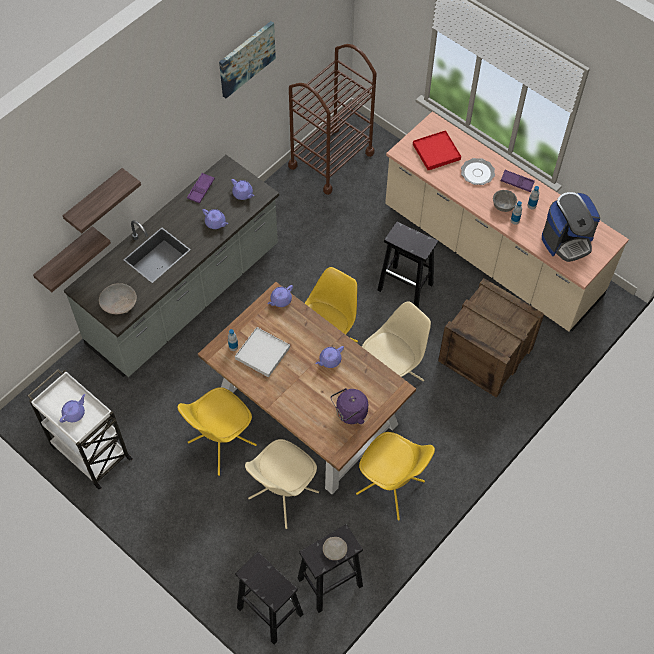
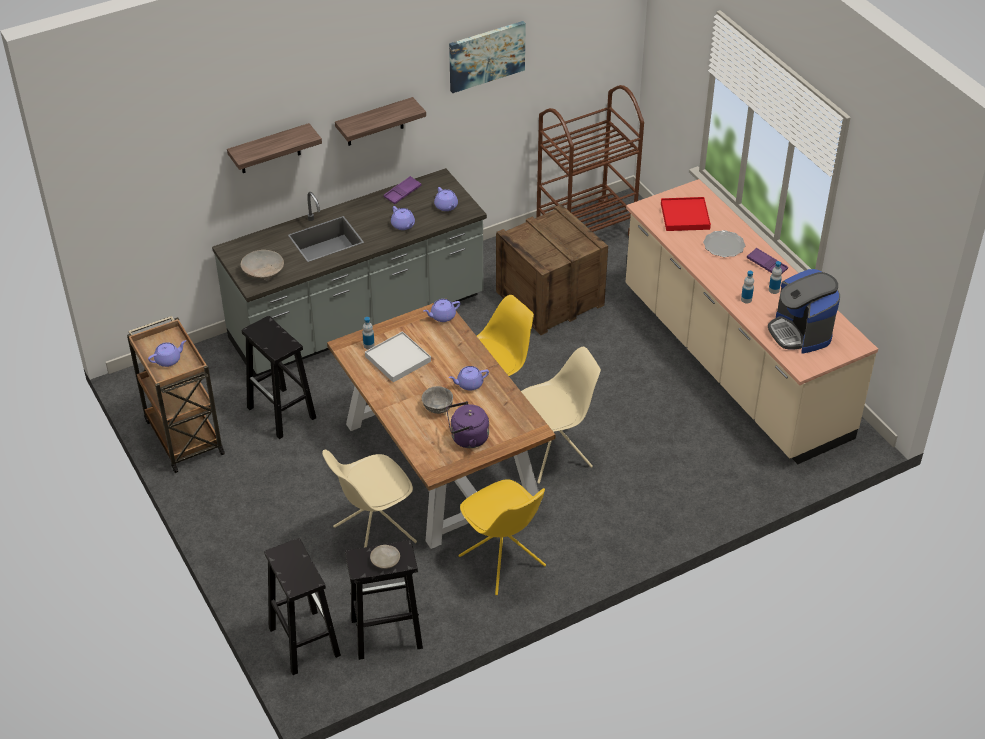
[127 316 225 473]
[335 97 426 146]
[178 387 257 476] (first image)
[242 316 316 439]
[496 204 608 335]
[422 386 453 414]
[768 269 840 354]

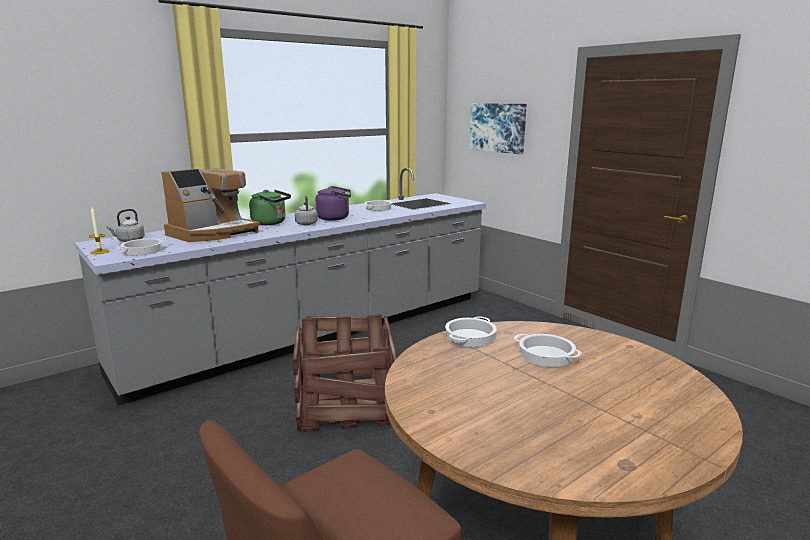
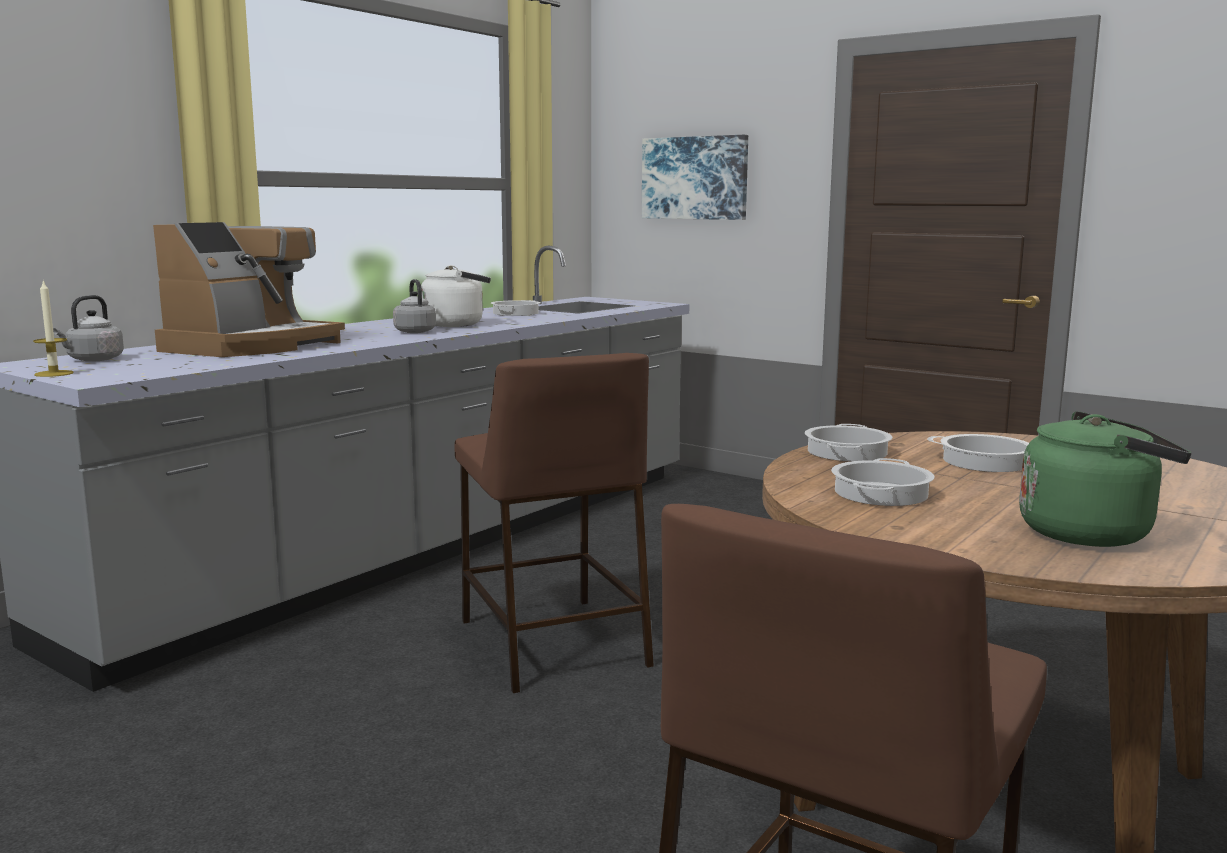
[831 458 934 506]
[1019 411 1191 547]
[455 353 654 693]
[421 265 491 327]

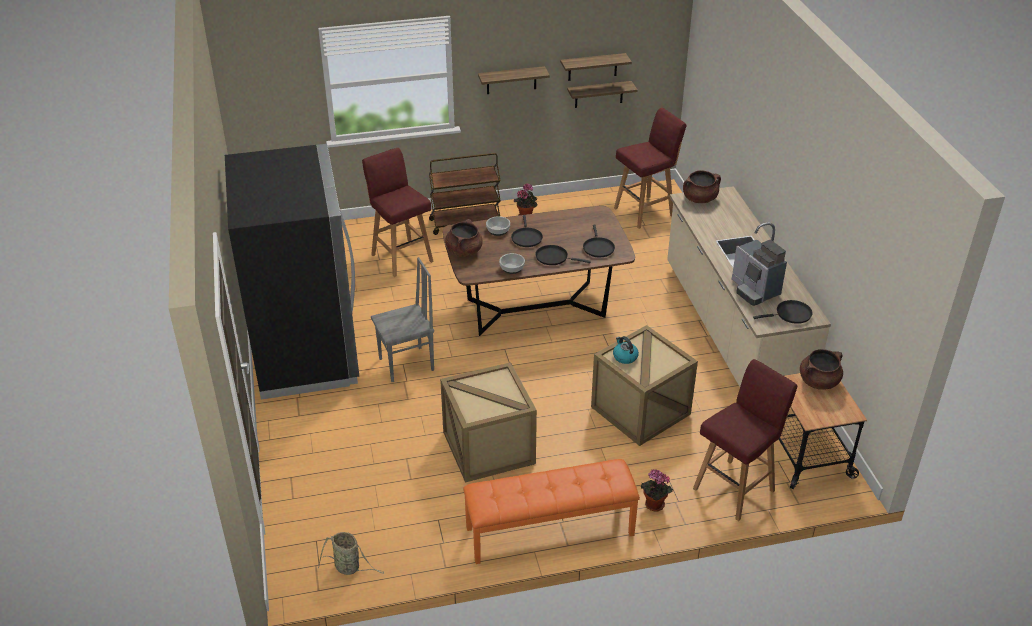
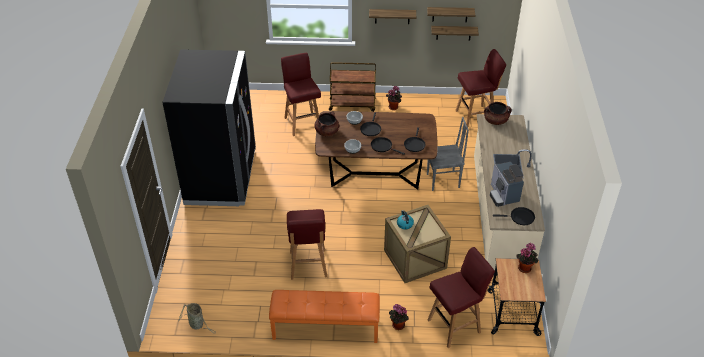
[427 117 469 191]
[287 209 327 280]
[517 243 538 273]

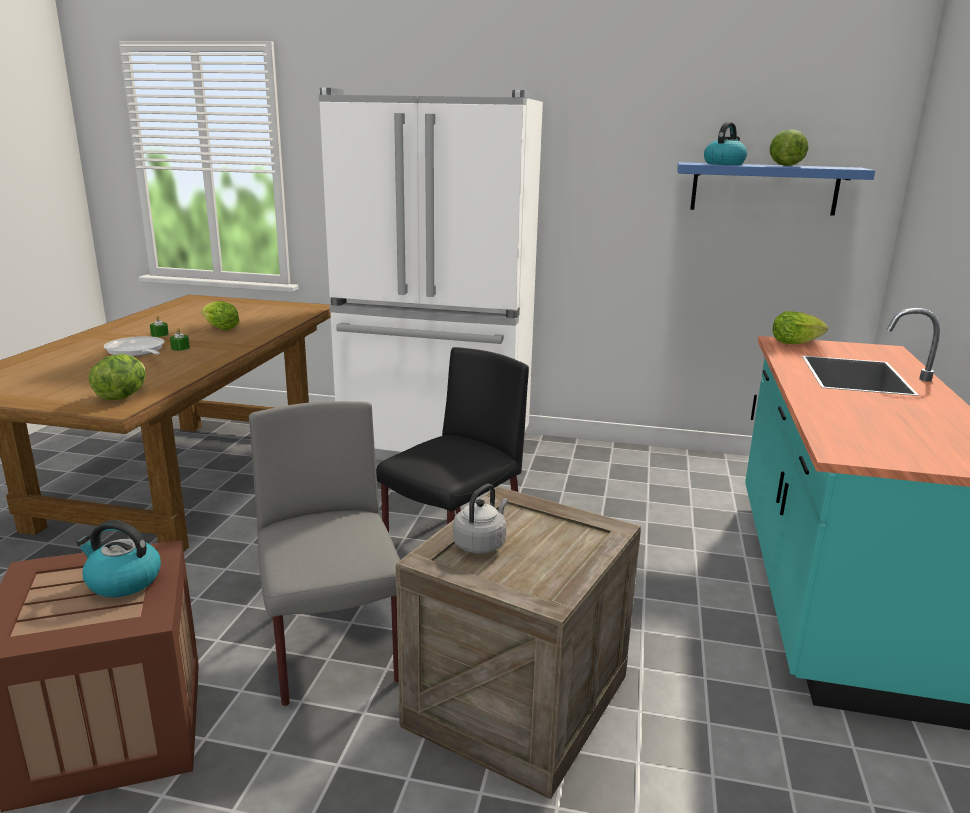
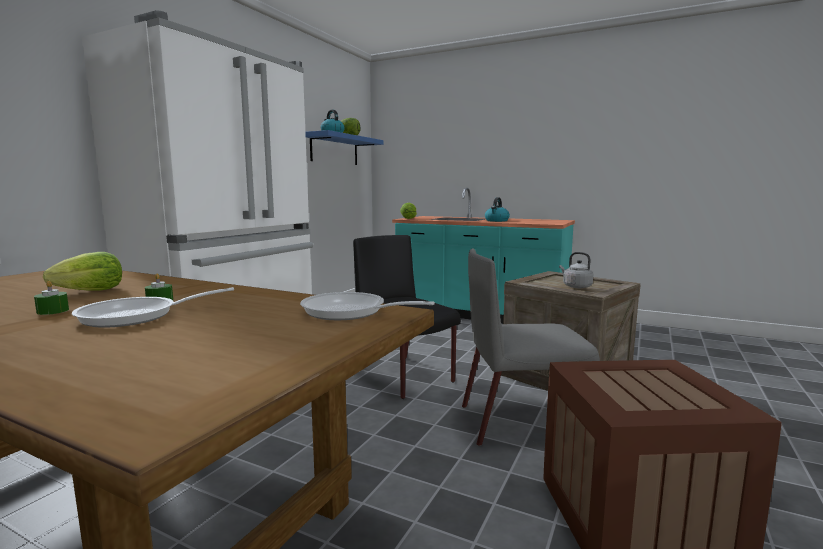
[485 197 510 222]
[300 292 435 320]

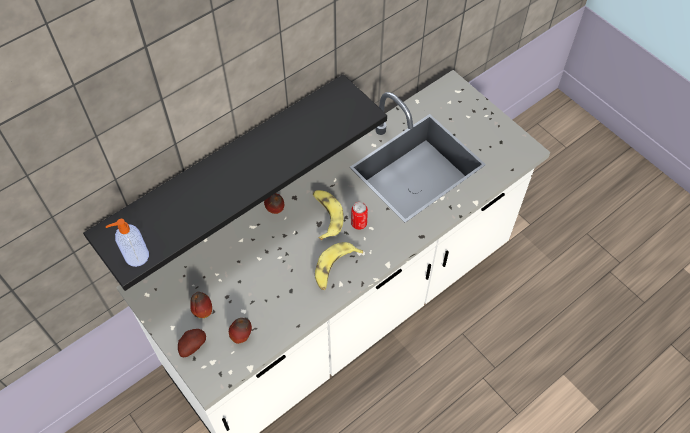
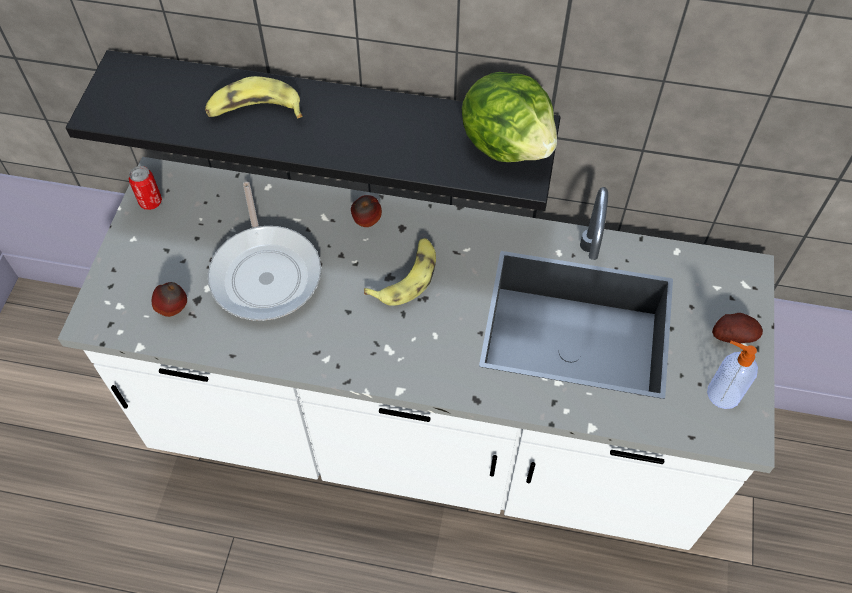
[707 341 758 409]
[712 313 763 343]
[190 292 212 318] (first image)
[205 76 302 119]
[129 166 162 210]
[208 182 321 321]
[461 72 557 162]

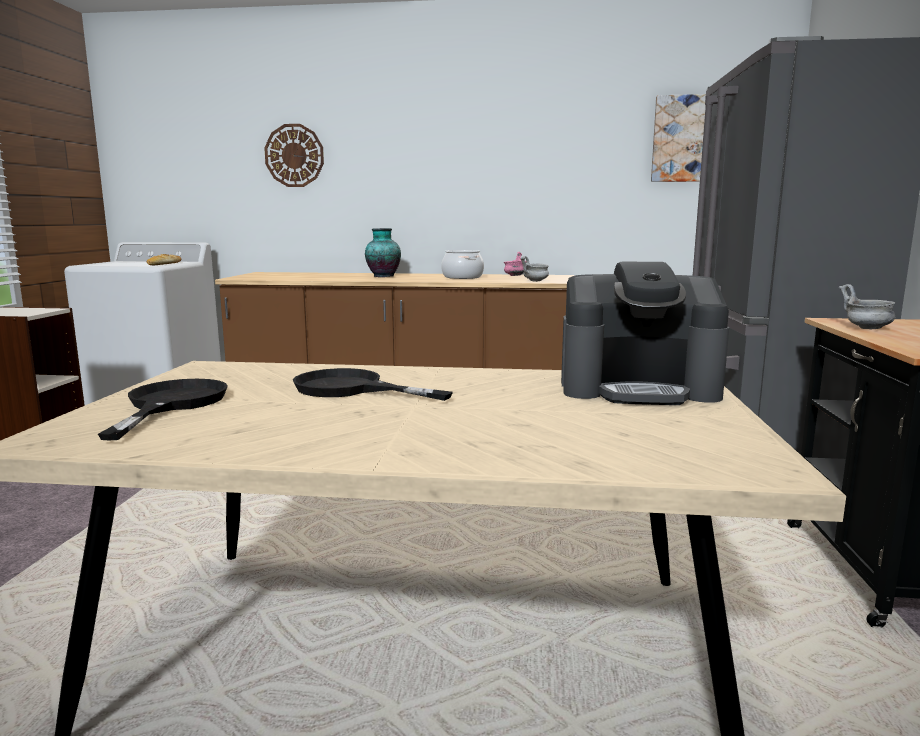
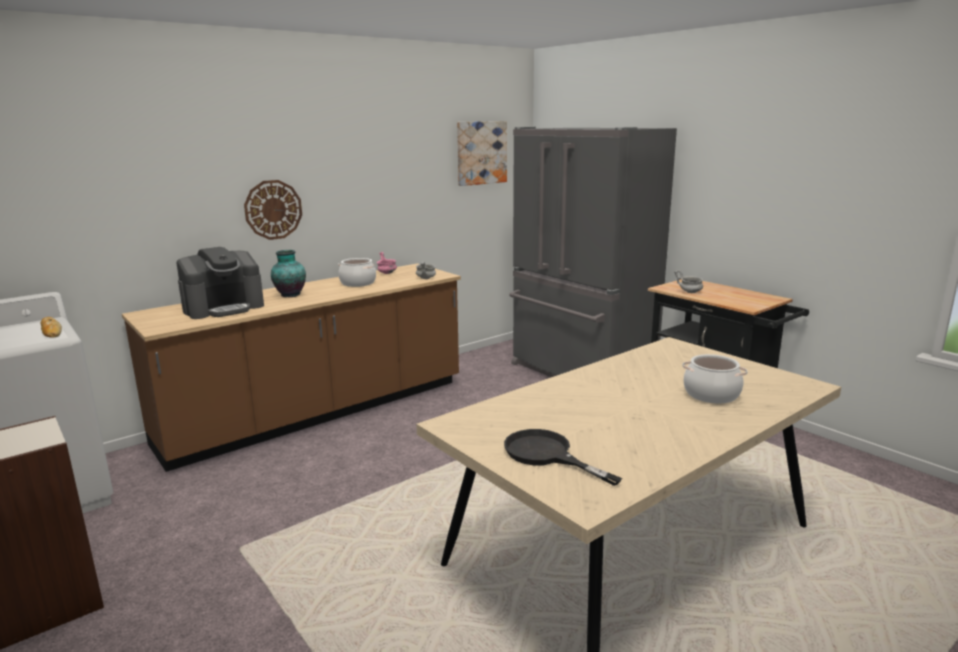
[244 180 302 240]
[293 368 453 401] (first image)
[176 247 264 319]
[682 354 747 404]

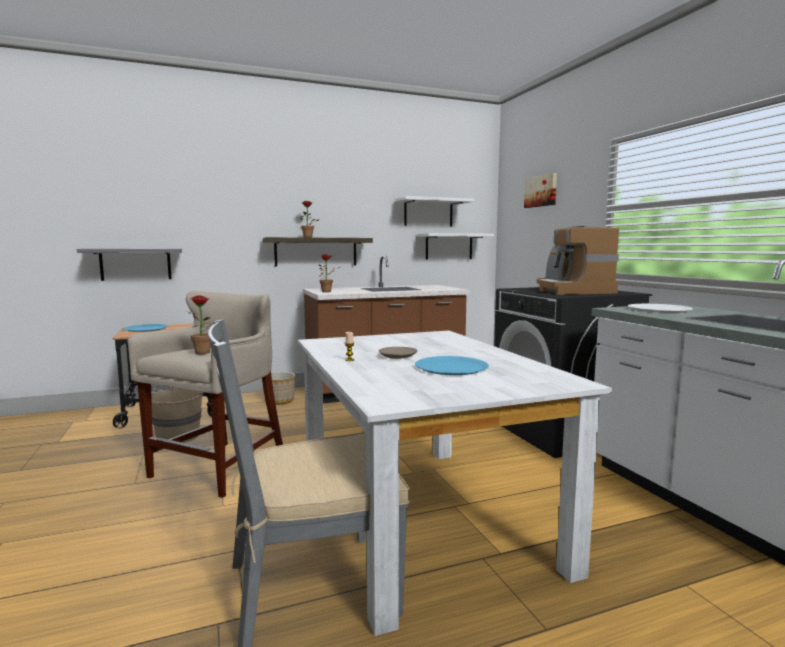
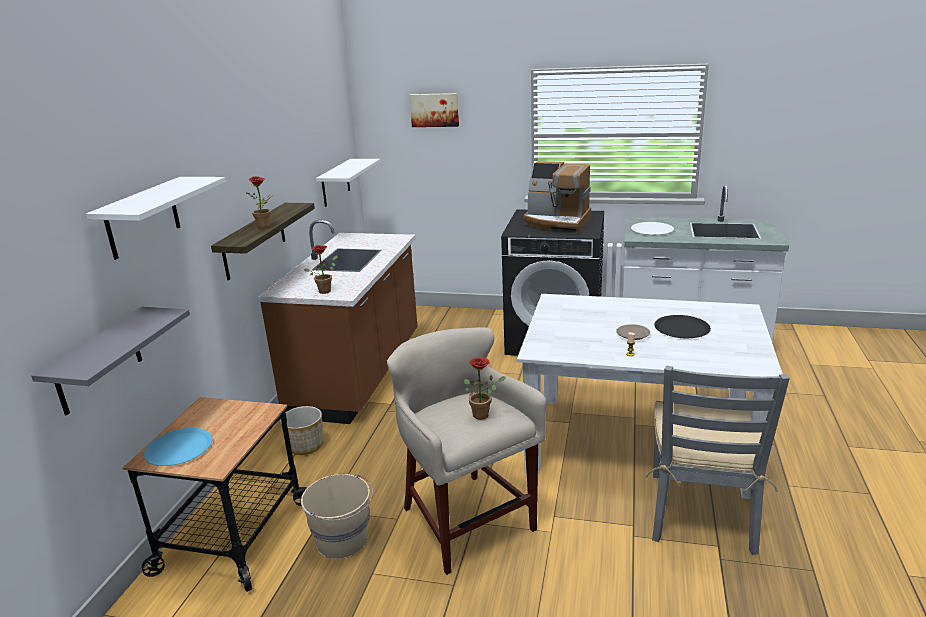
[86 177 226 260]
[654 315 711 338]

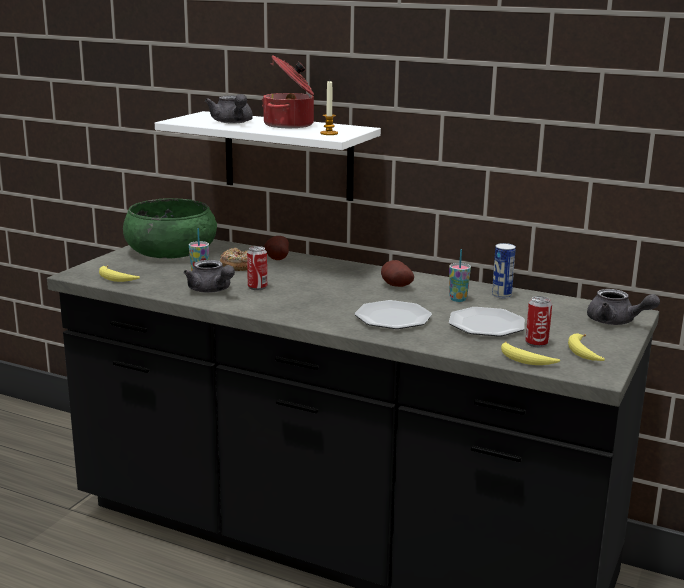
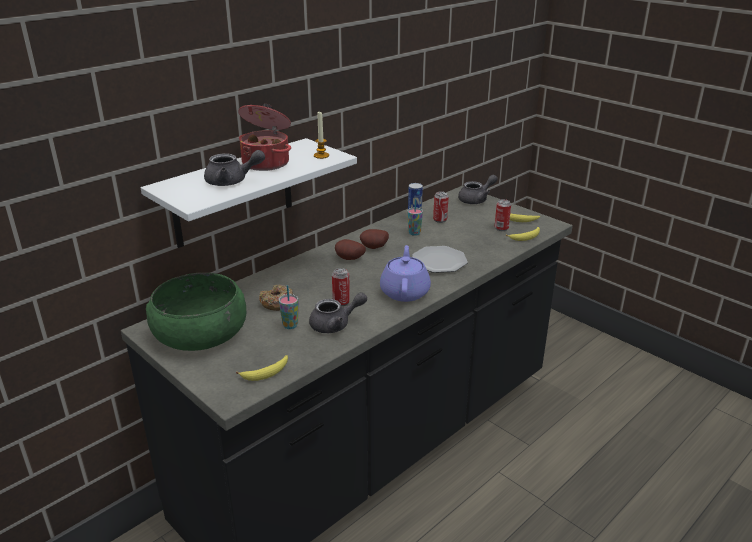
[335 239 366 260]
[449 307 525 337] (first image)
[380 245 431 302]
[433 191 449 223]

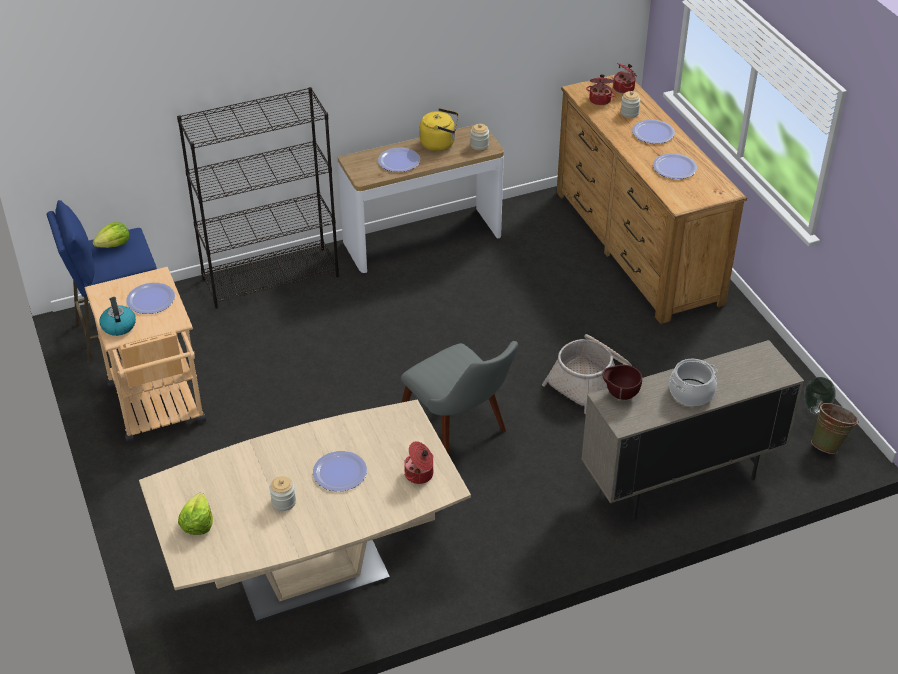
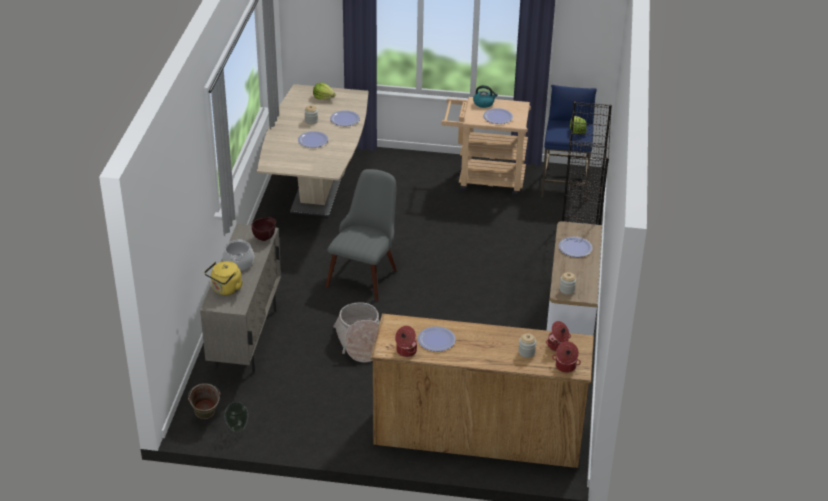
[326 169 397 301]
[395 326 417 357]
[204 261 243 295]
[330 110 360 126]

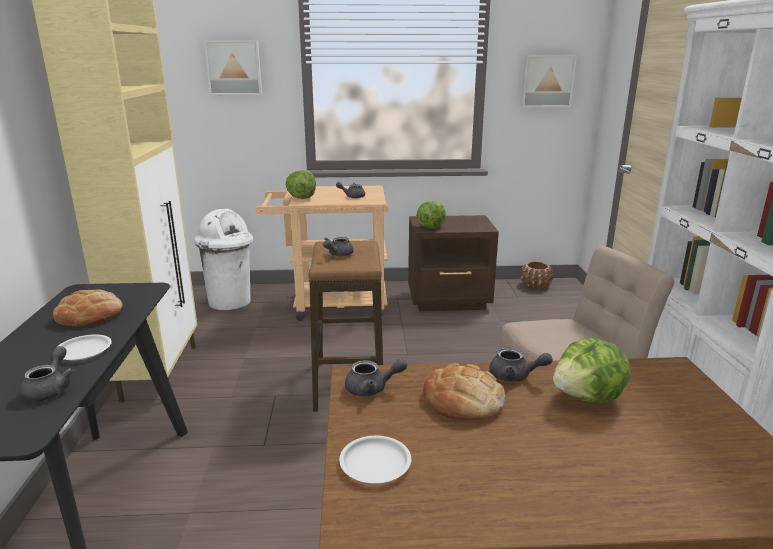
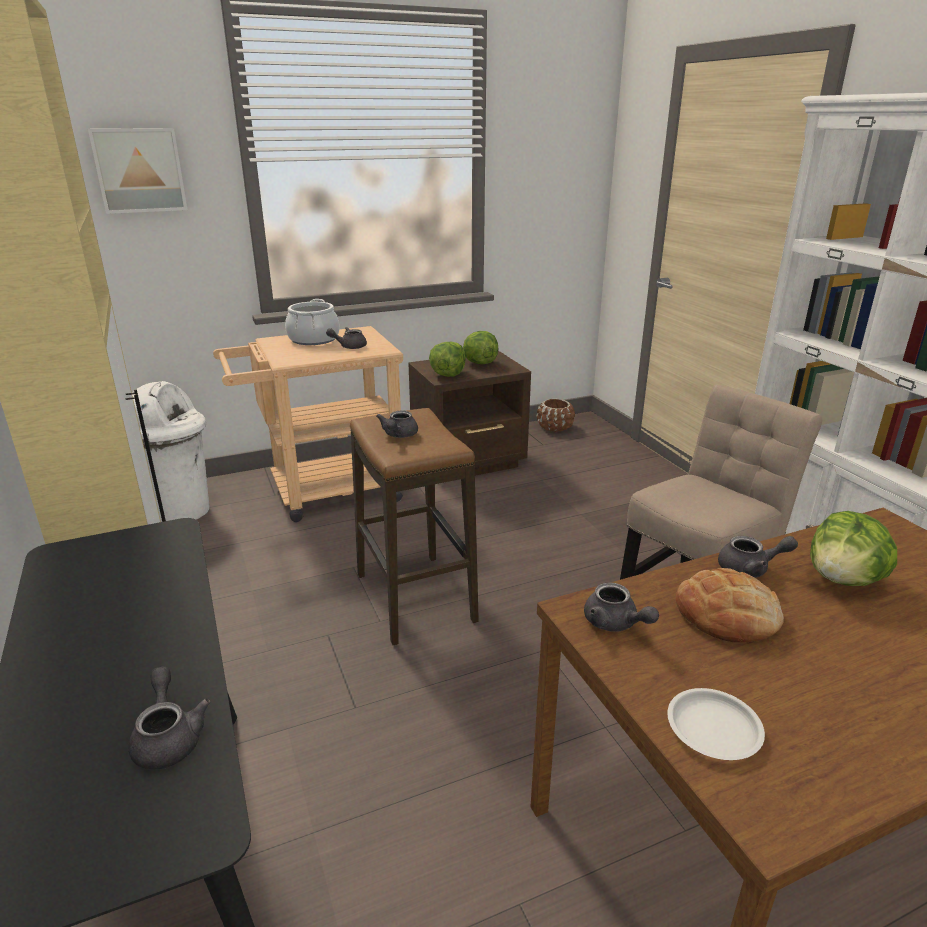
[53 289 123 327] (first image)
[57 335 112 361] (first image)
[463 331 498 364]
[584 582 659 632]
[521 55 577 107] (first image)
[285 299 340 345]

